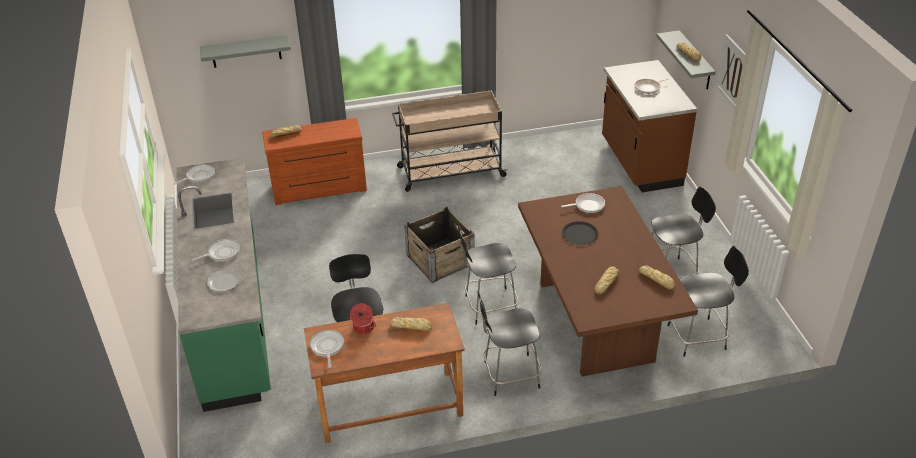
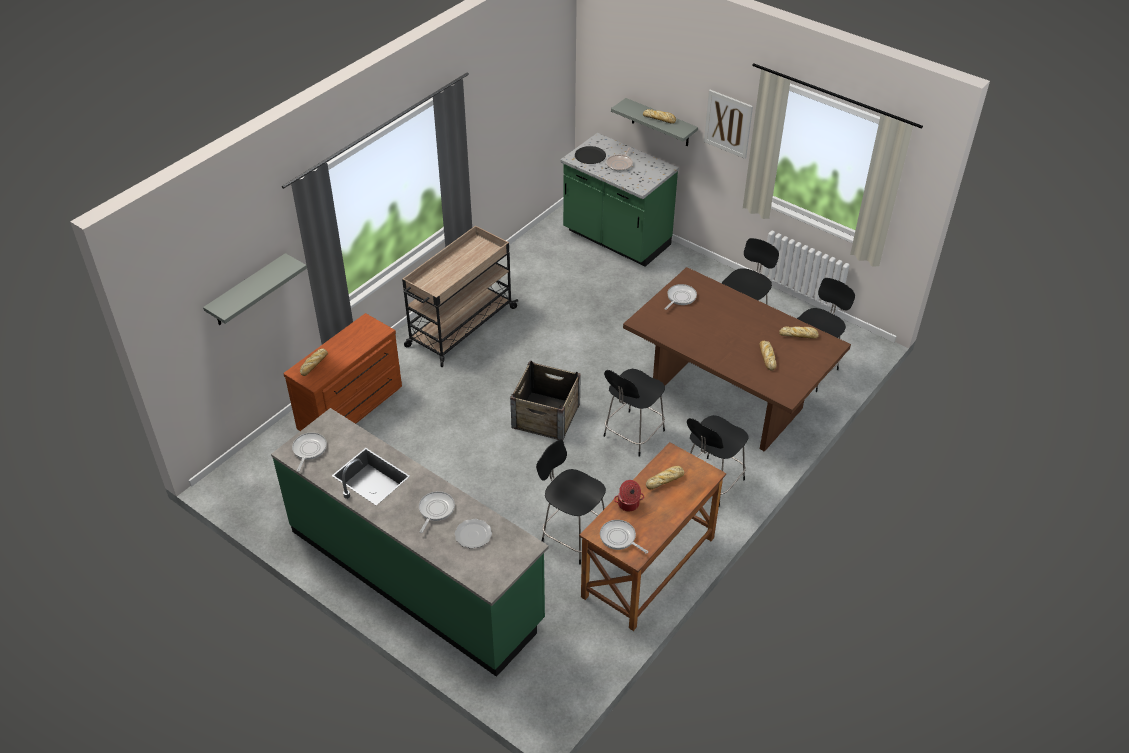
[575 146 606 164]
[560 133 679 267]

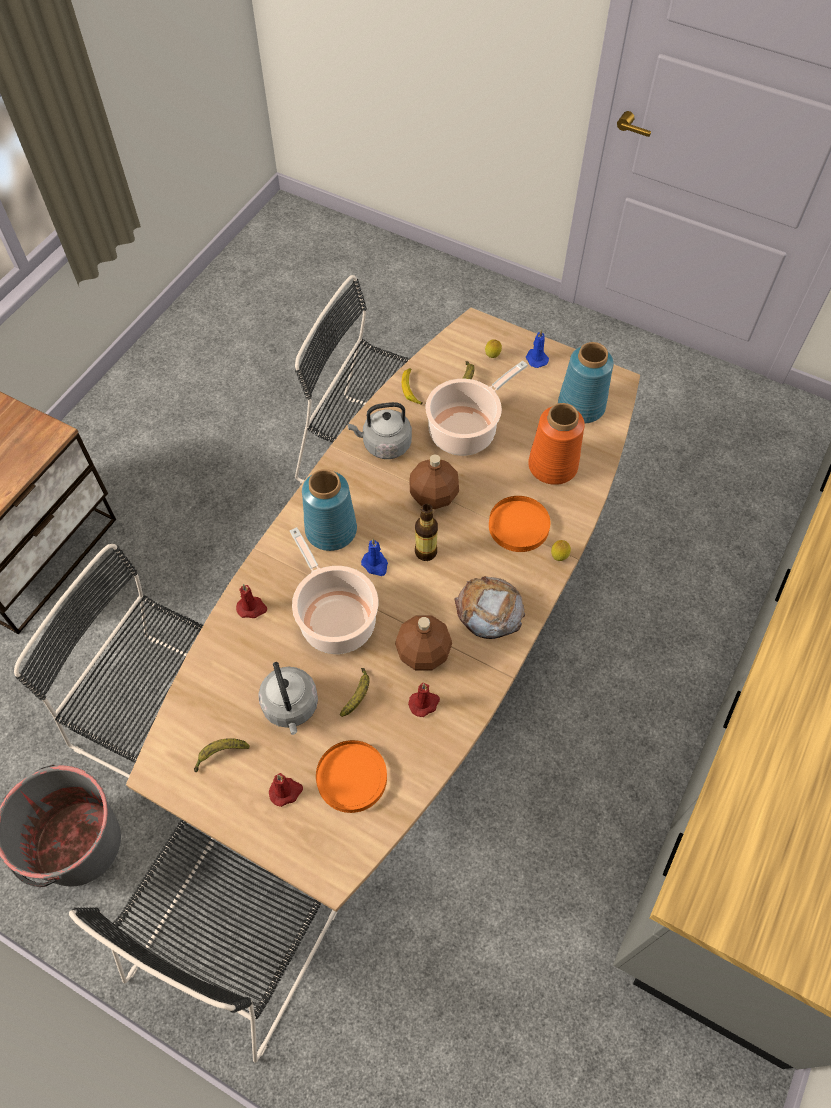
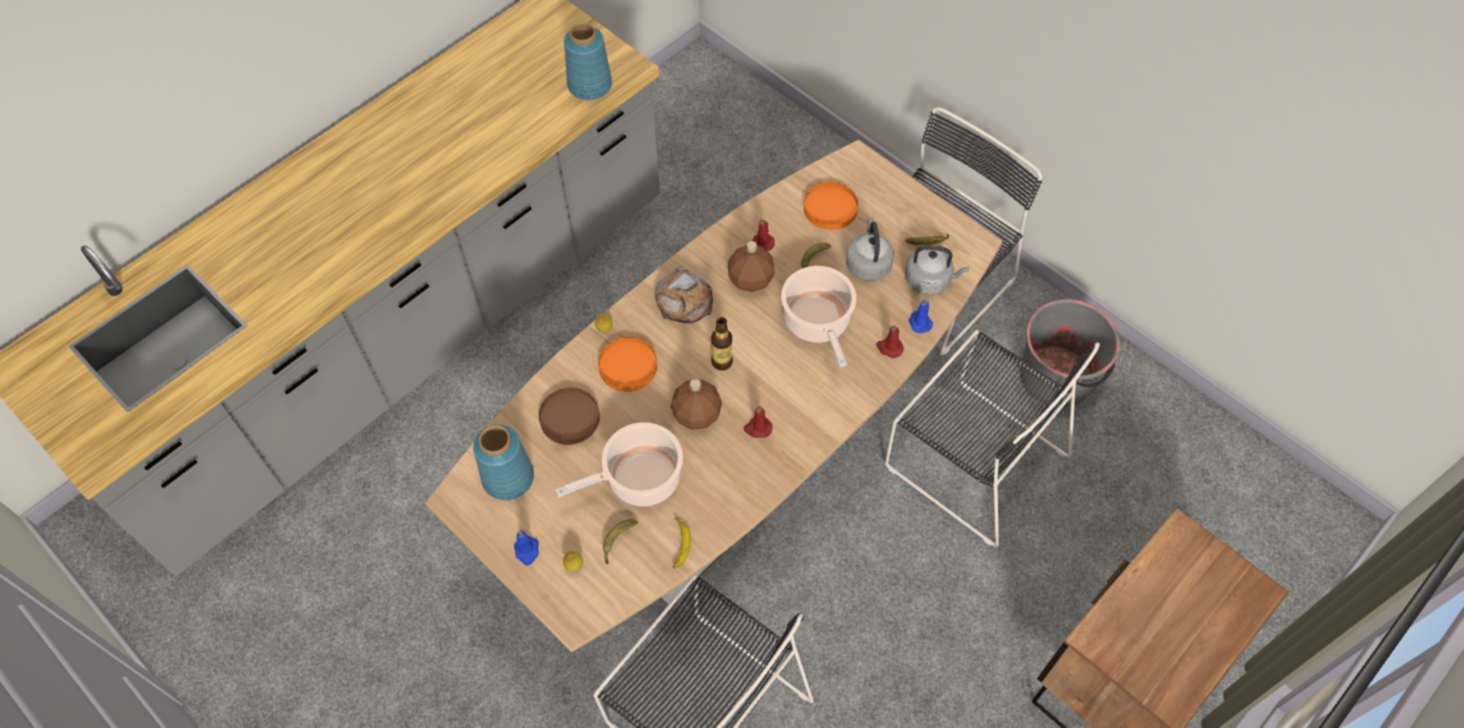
[743 406 772 438]
[564 22 612 100]
[905 245 969 295]
[909 299 933 333]
[539 388 600 445]

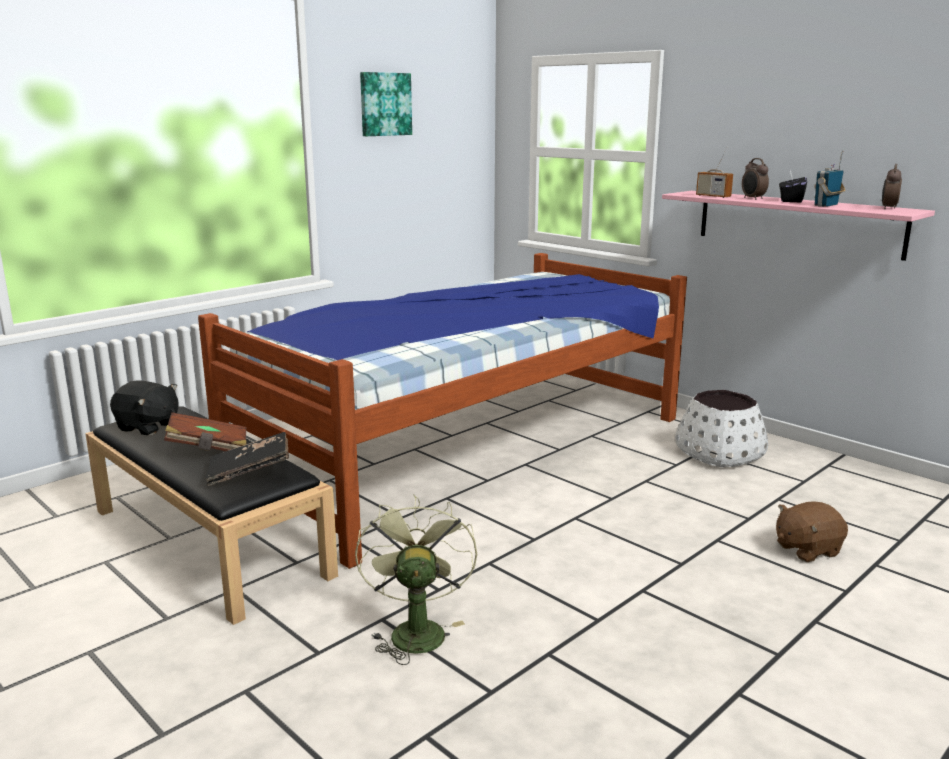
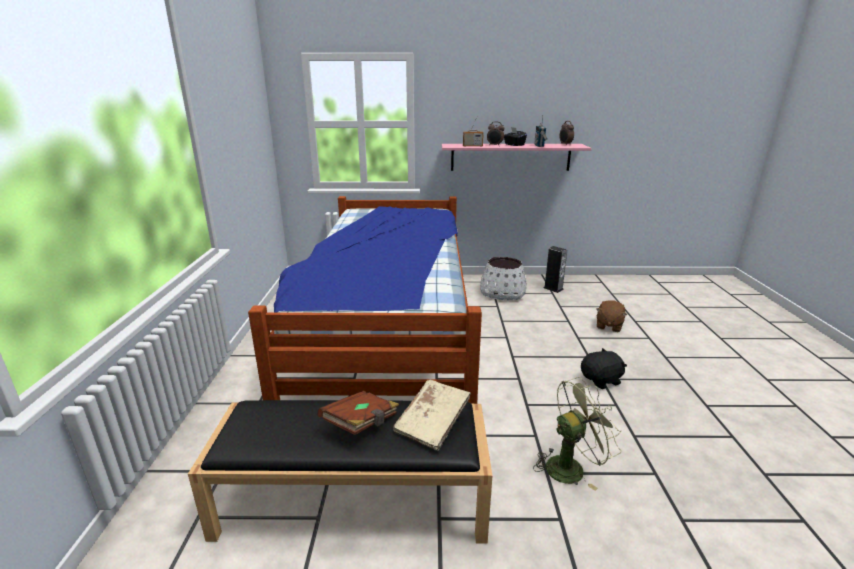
[581 348 627 389]
[393 380 471 451]
[533 377 621 491]
[360 72 412 136] (first image)
[544 246 567 293]

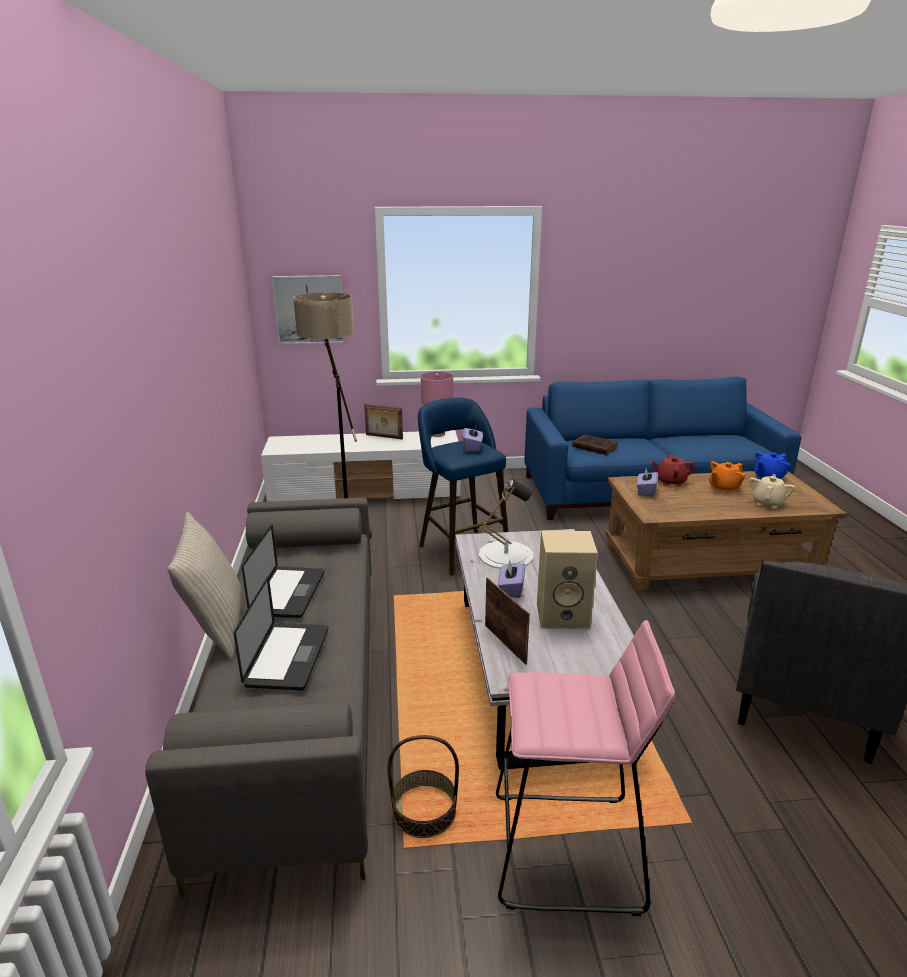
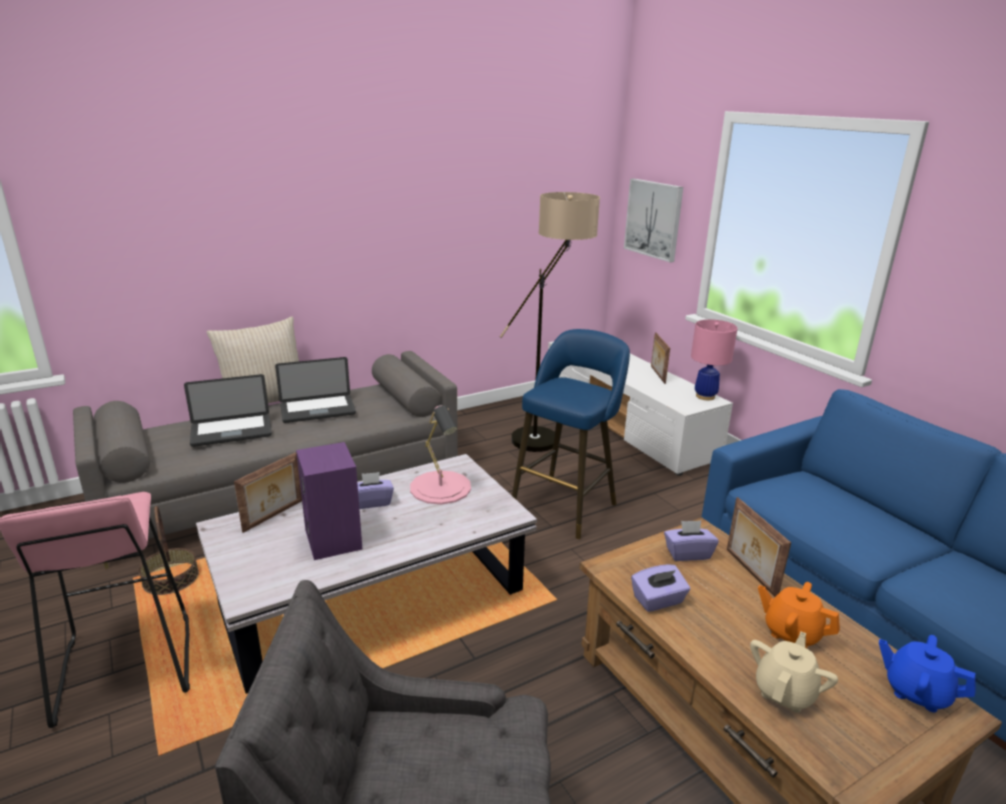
[631 564 690 612]
[410 405 471 504]
[296 442 362 560]
[572 434 618 455] (first image)
[727 497 791 597]
[750 632 838 713]

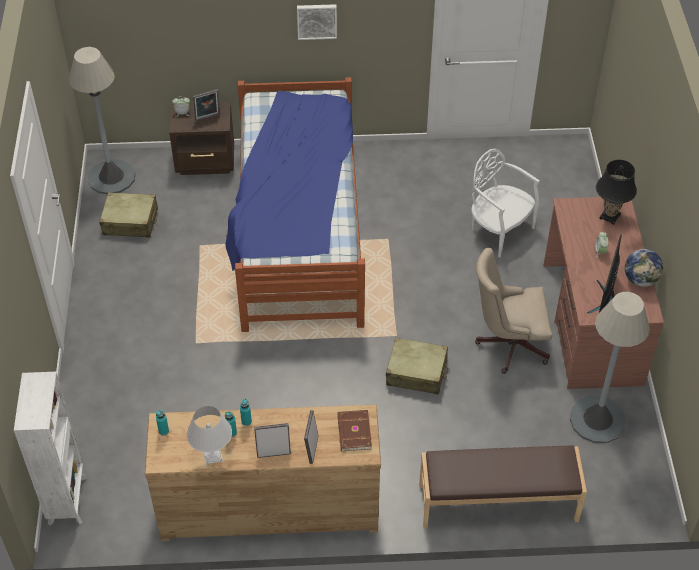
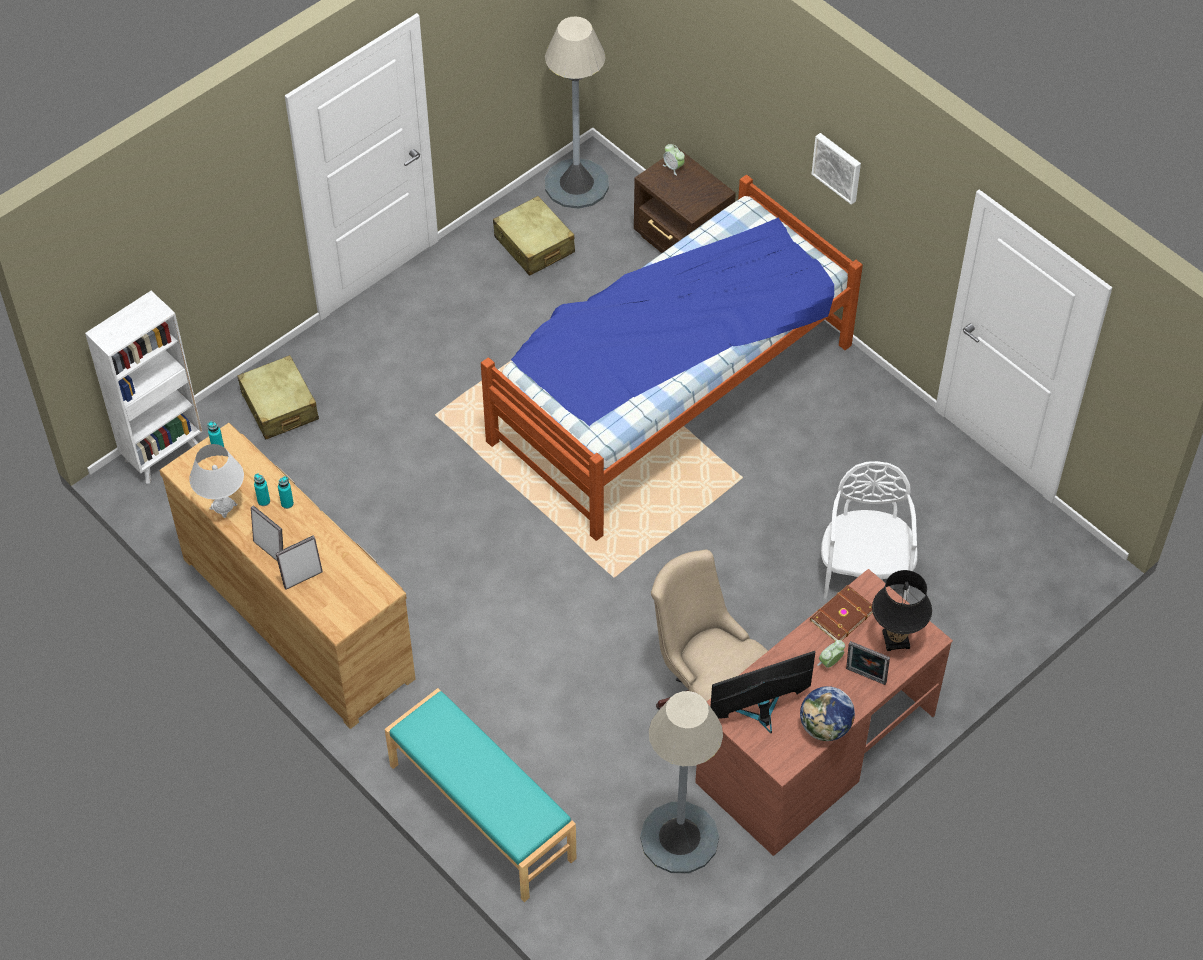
[846 641 890 685]
[810 585 873 641]
[237 355 319 440]
[385 688 576 902]

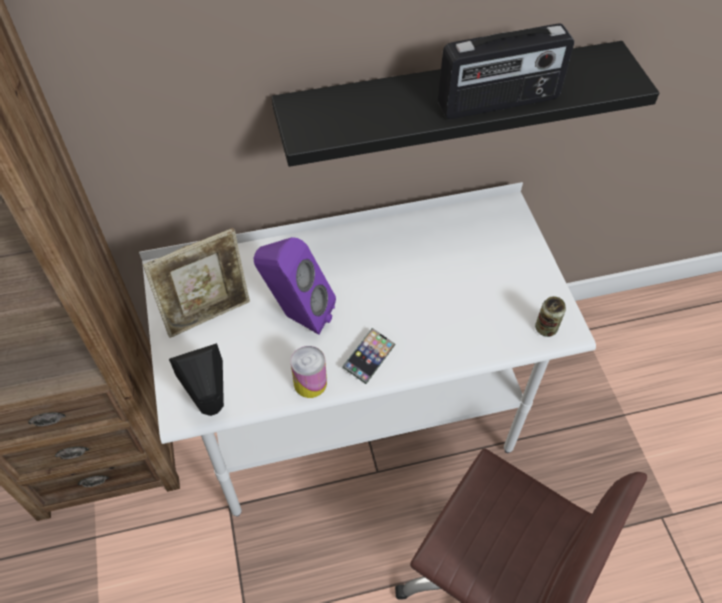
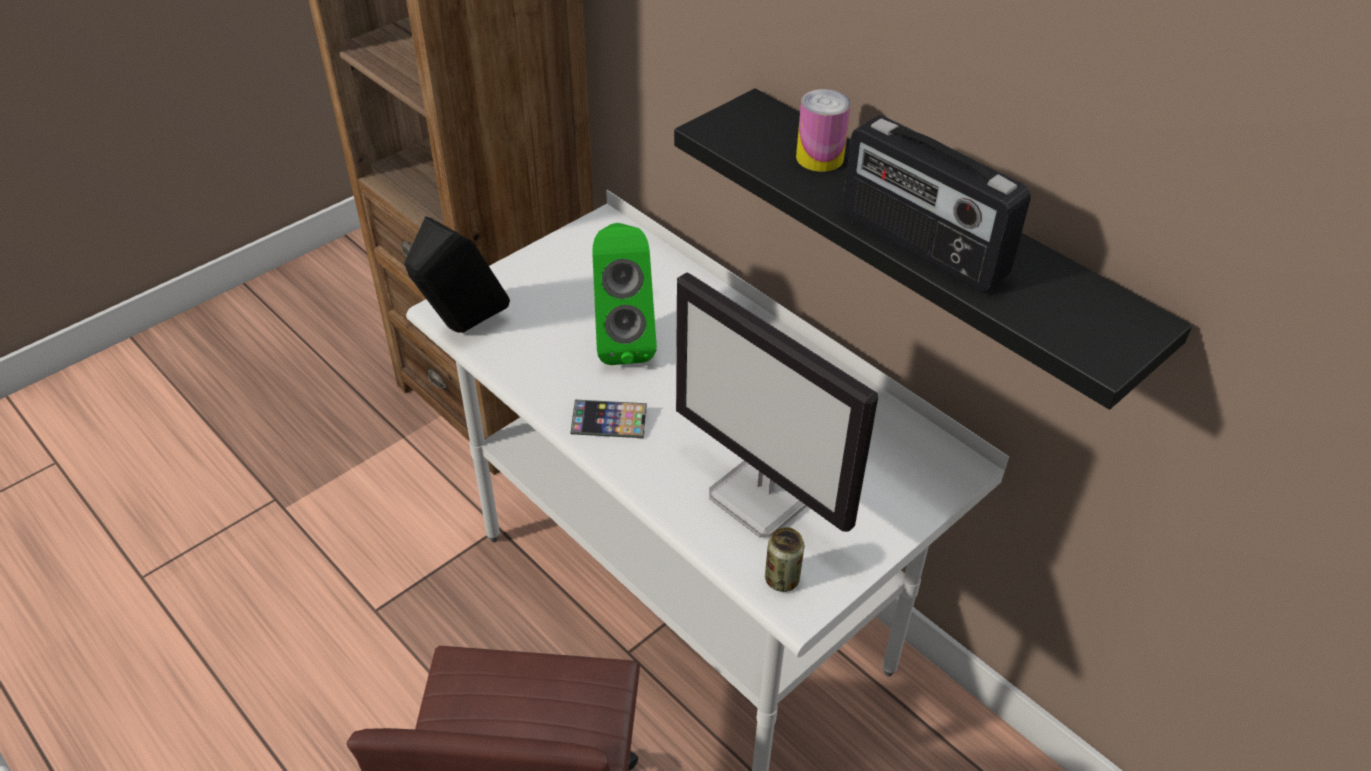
[143 228 250 338] (first image)
[593 223 657 365]
[796 89 851 172]
[676 272 878 538]

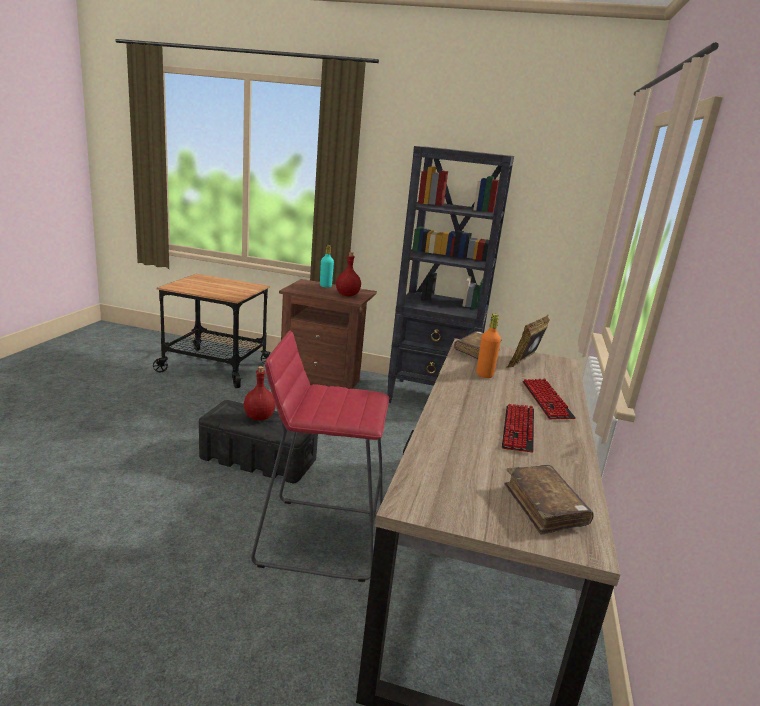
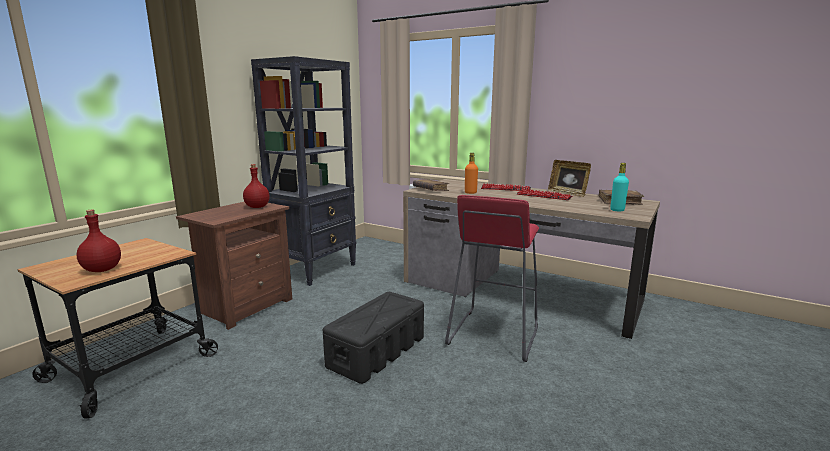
[77 210 121 272]
[610 163 629 211]
[548 160 591 197]

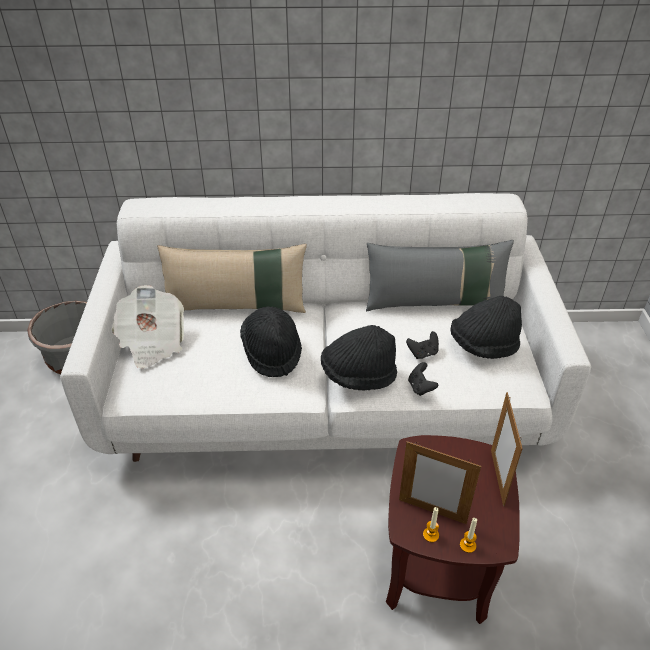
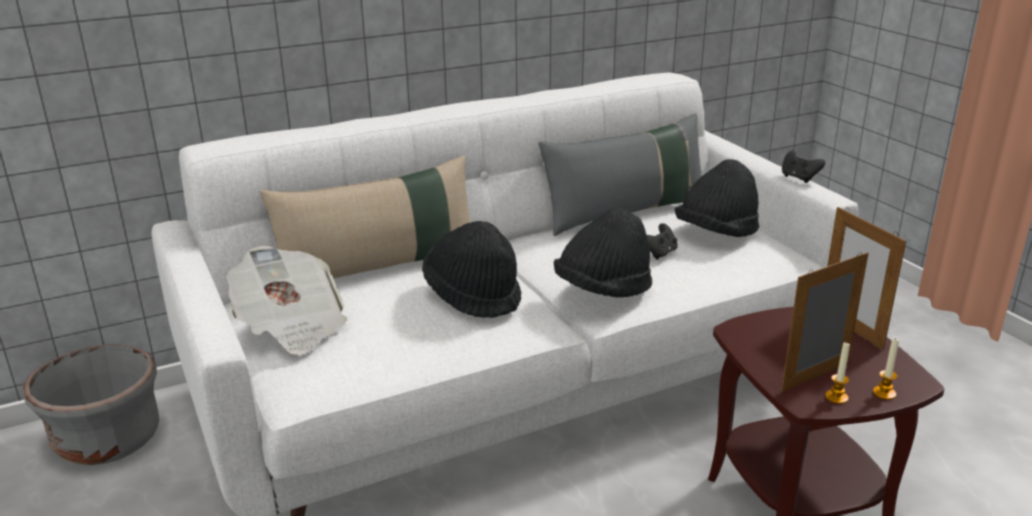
[781 252 869 392]
[782 151 825 183]

